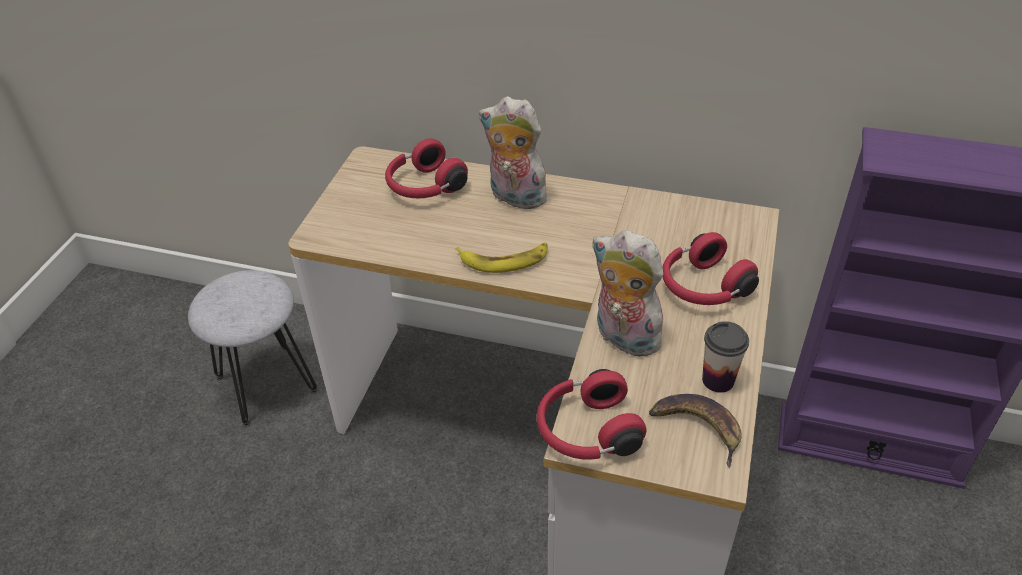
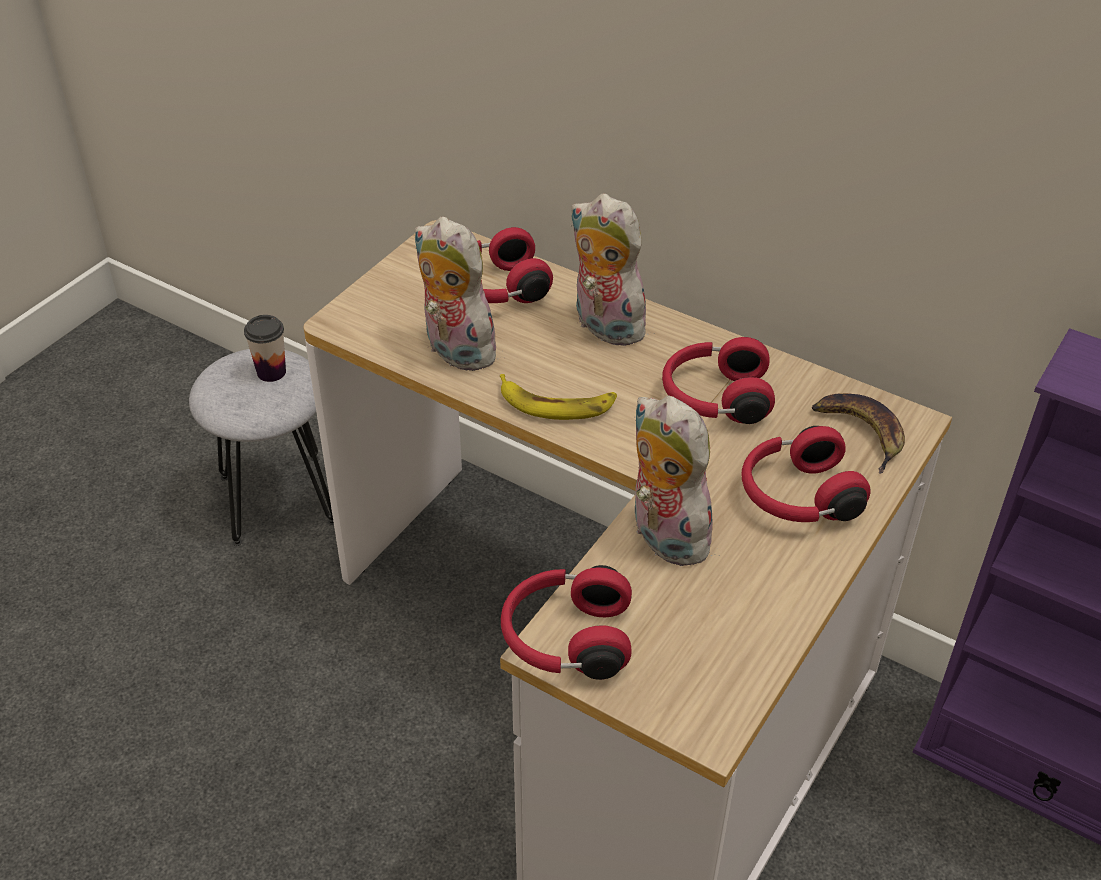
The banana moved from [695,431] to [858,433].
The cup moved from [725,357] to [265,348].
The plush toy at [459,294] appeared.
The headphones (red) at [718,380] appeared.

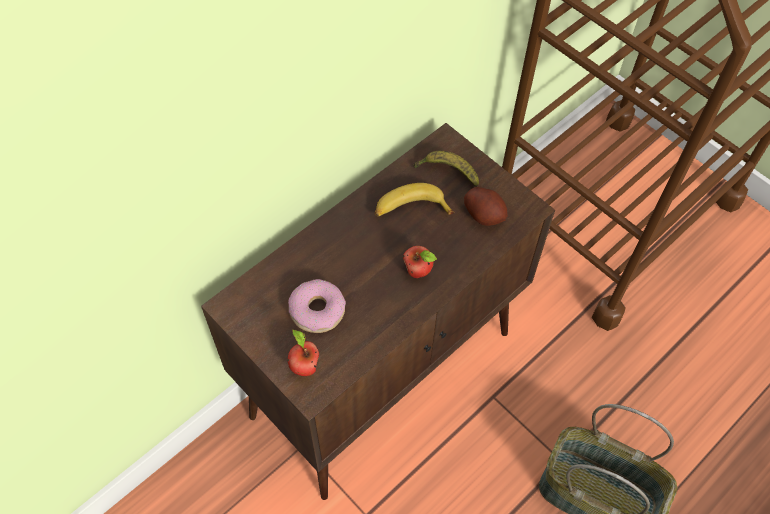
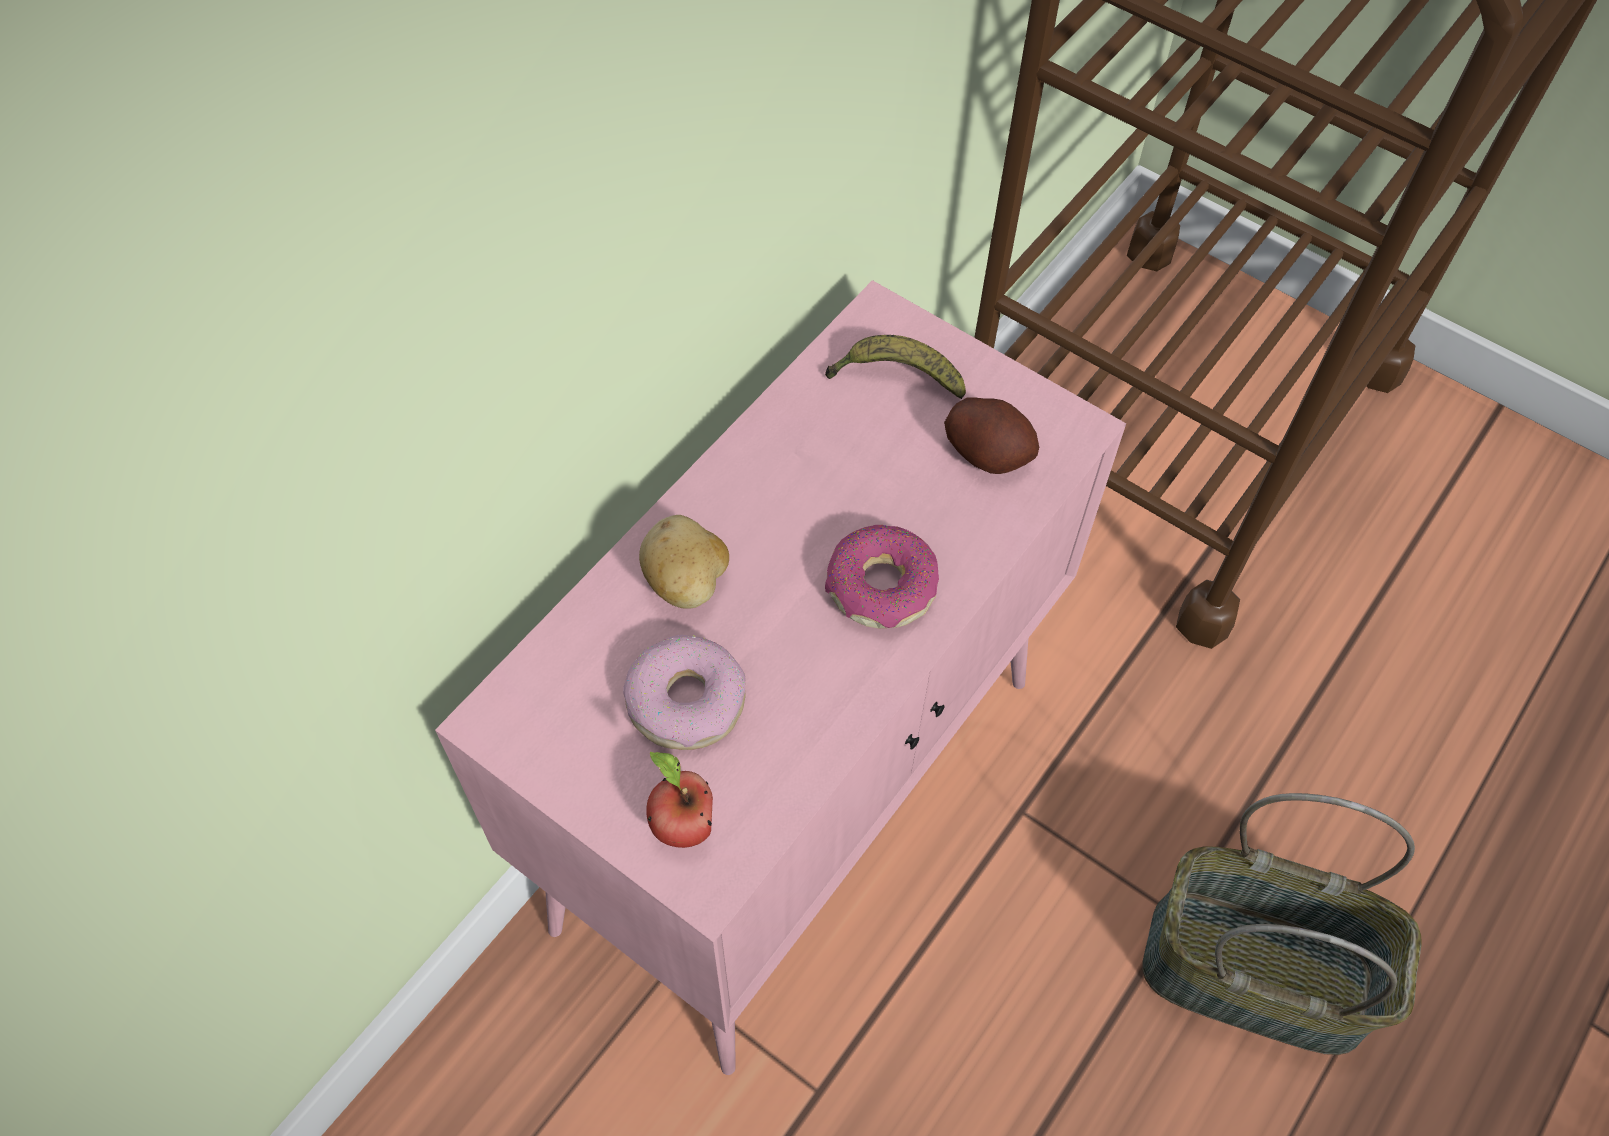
The cabinet (brown) at [378,311] became the cabinet (pink) at [780,677].
The banana at [415,200] disappeared.
The apple at [420,262] was replaced by the donut at [882,576].
The potato at [684,562] appeared.

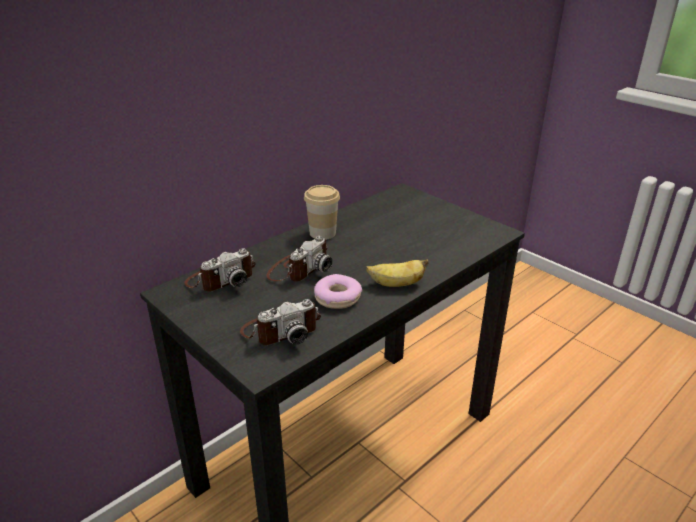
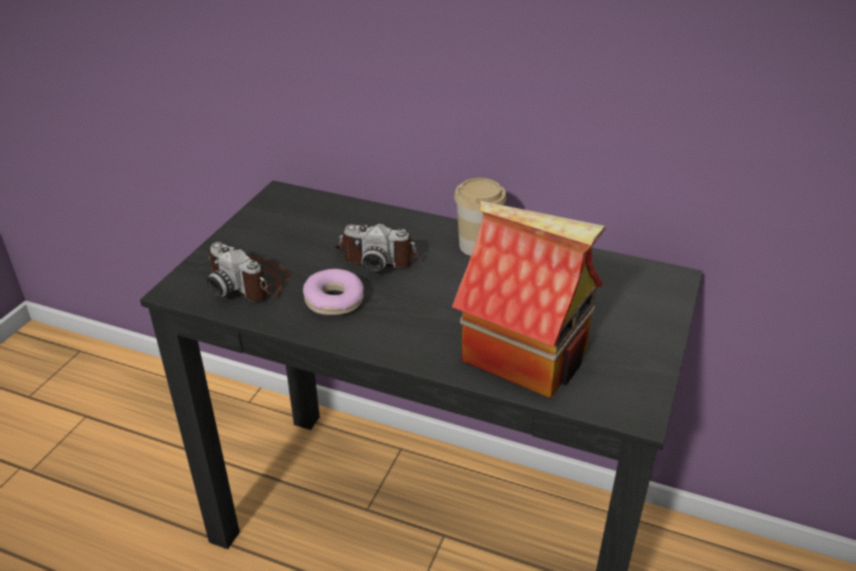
The photo camera at [220,270] disappeared.
The banana at [397,273] disappeared.
The toy house at [528,300] appeared.

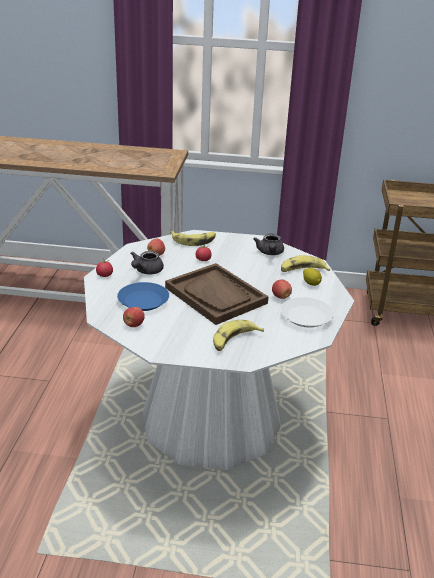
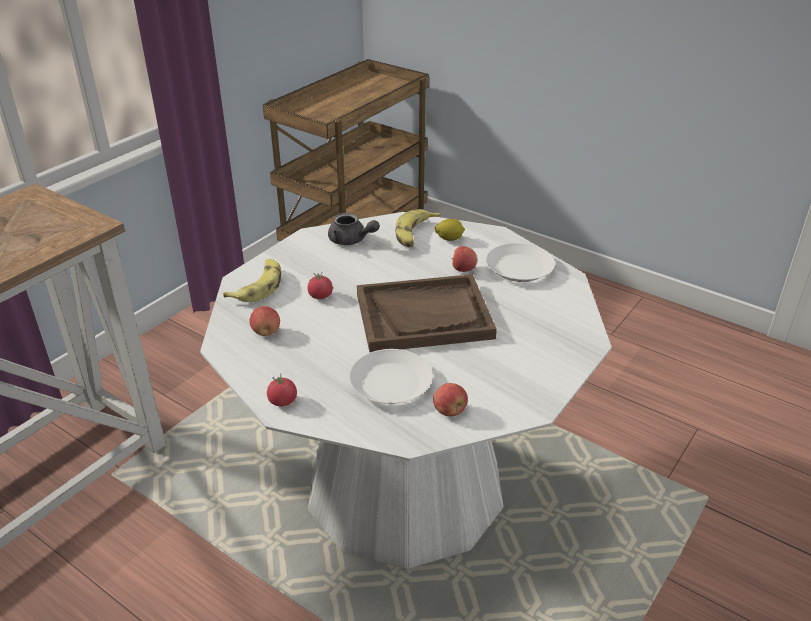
The plate (blue) at [143,296] became the plate (white) at [391,376].
The teapot (grey) at [147,262] disappeared.
The banana at [238,335] disappeared.

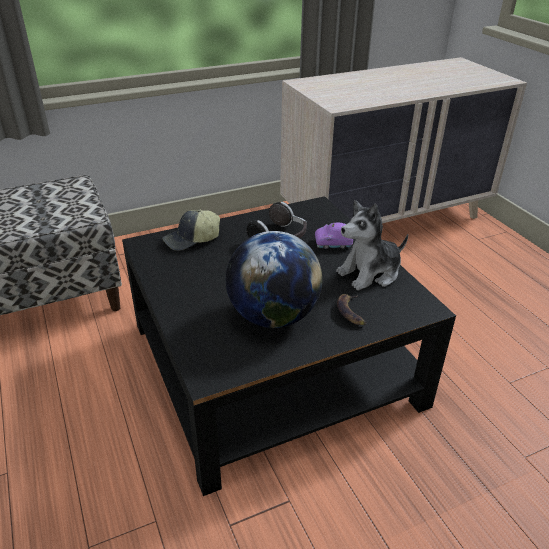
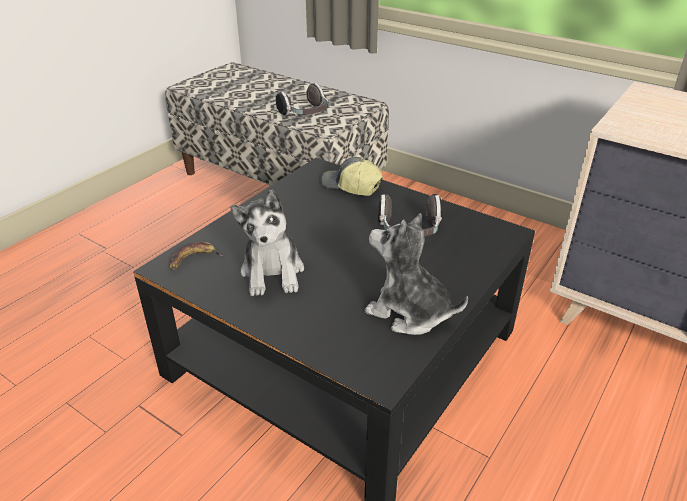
The globe at [274,279] was replaced by the plush toy at [267,243].
The toy car (purple) at [334,236] disappeared.
The banana moved from [351,309] to [196,256].
The headphones at [302,99] appeared.

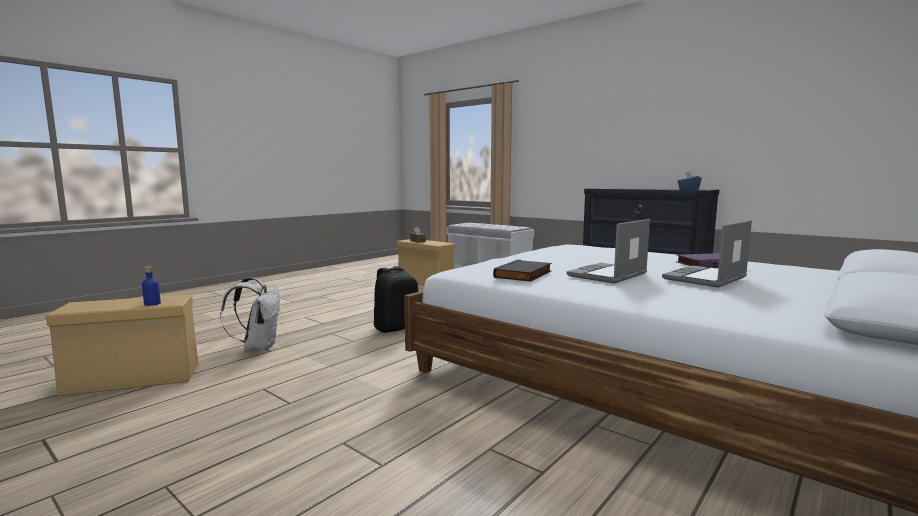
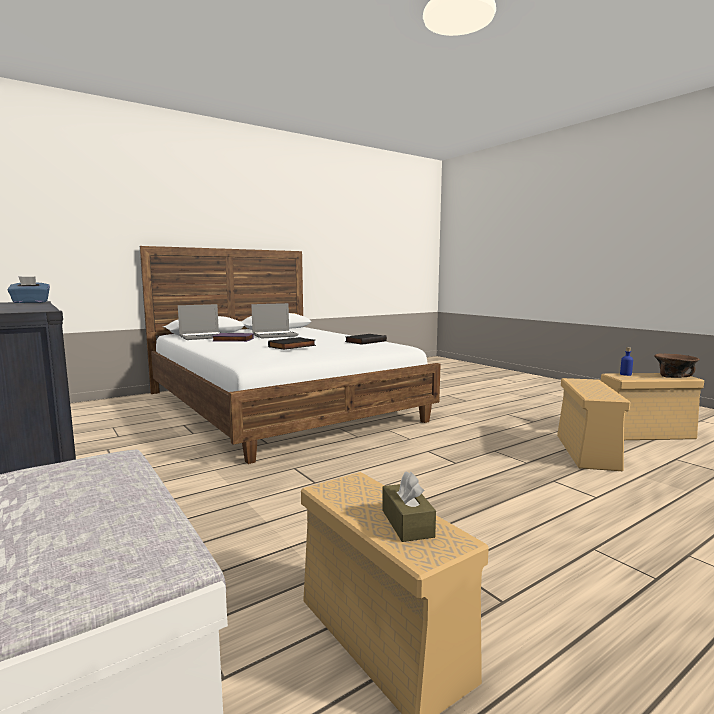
The backpack (white) at [250,314] was replaced by the storage box (beige) at [593,424].
The backpack (black) at [396,299] disappeared.
The laptop moved from [608,251] to [199,322].
The book (black) at [292,343] appeared.
The bowl (brown) at [677,366] appeared.

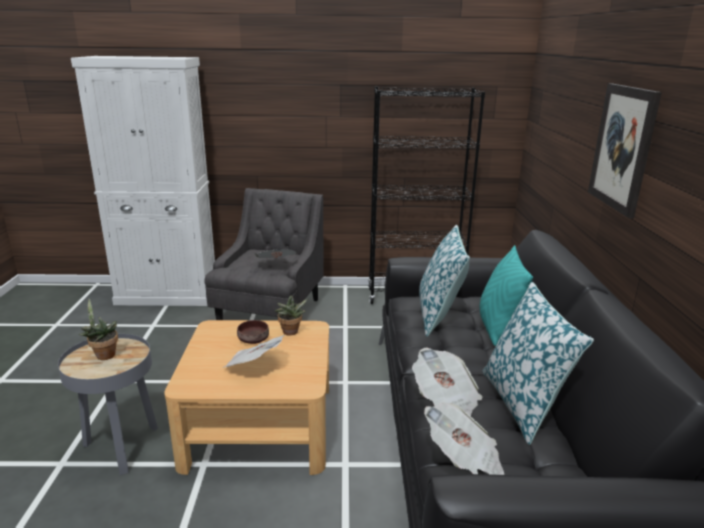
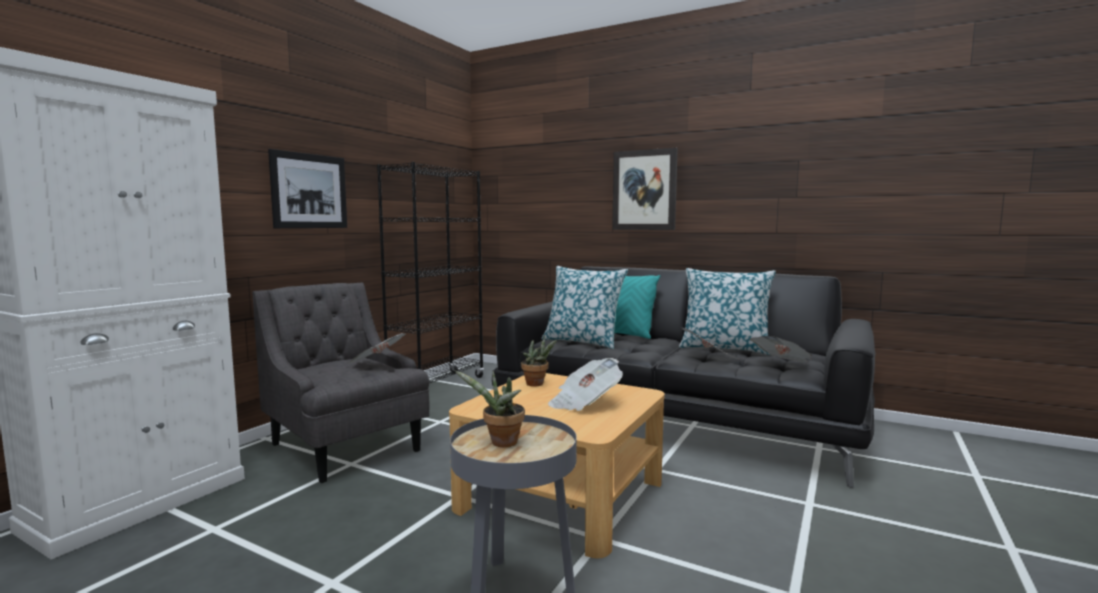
The bowl (brown) at [253,332] disappeared.
The picture at [307,188] appeared.

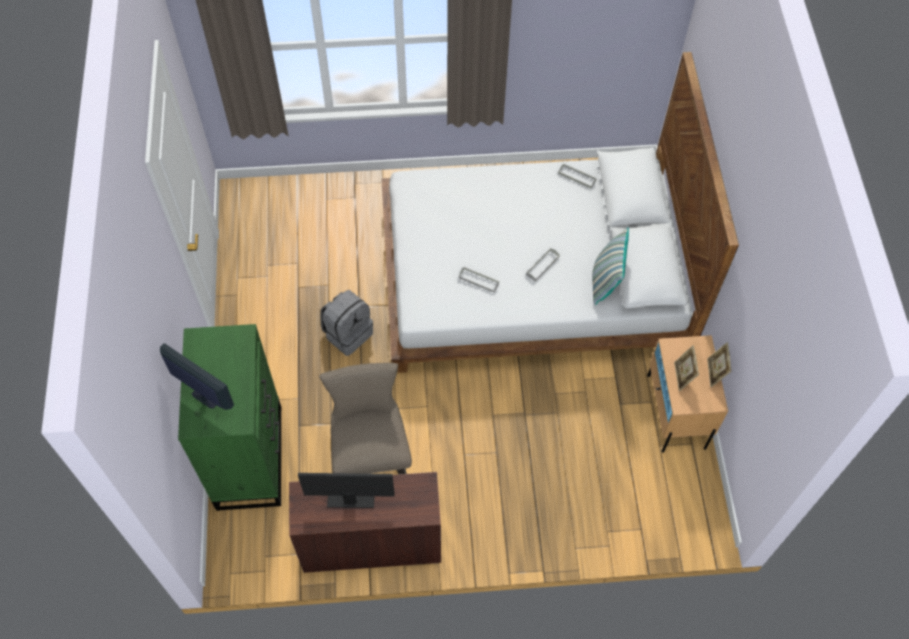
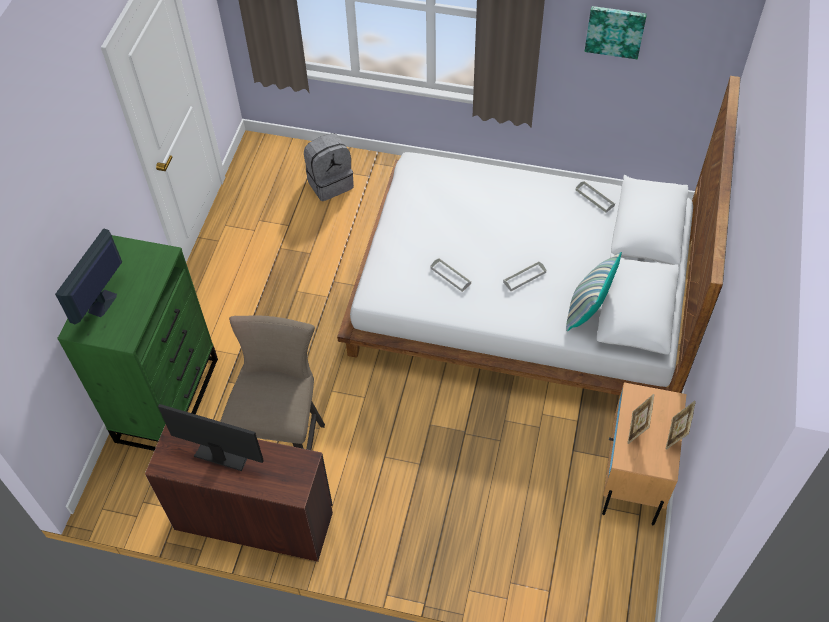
The monitor at [197,376] turned 120 degrees counterclockwise.
The backpack (grey) moved from [346,323] to [329,167].
The picture at [616,32] appeared.

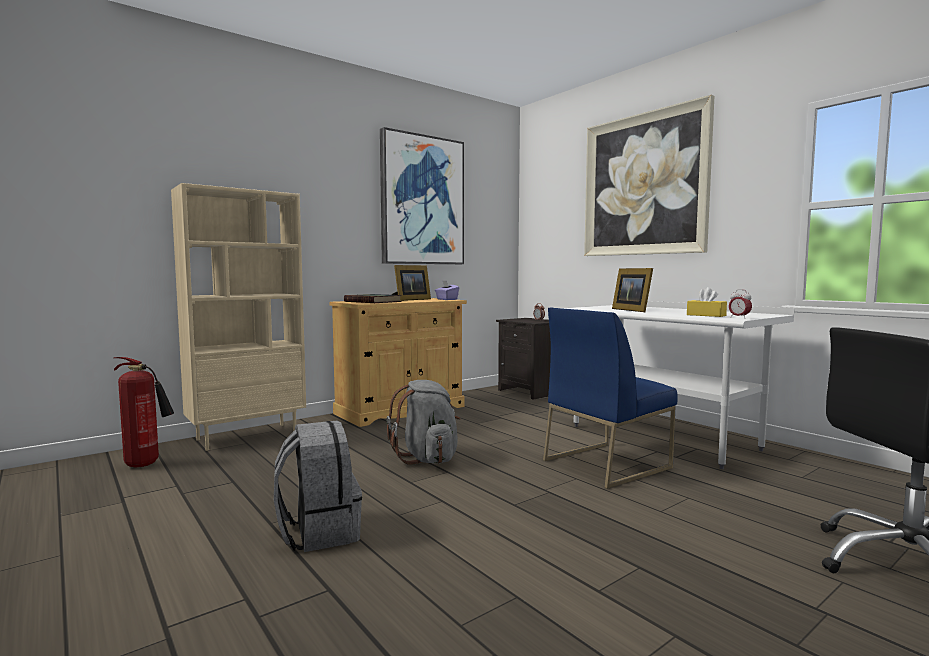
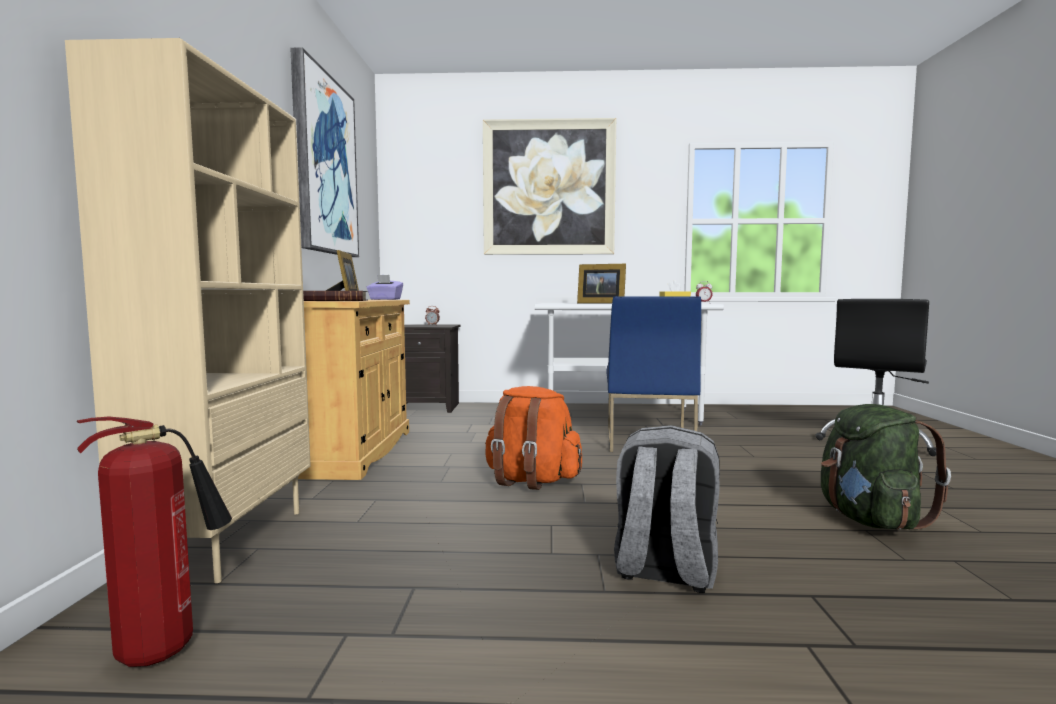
The backpack (grey) at [424,422] became the backpack (orange) at [533,438].
The backpack (green) at [886,467] appeared.

